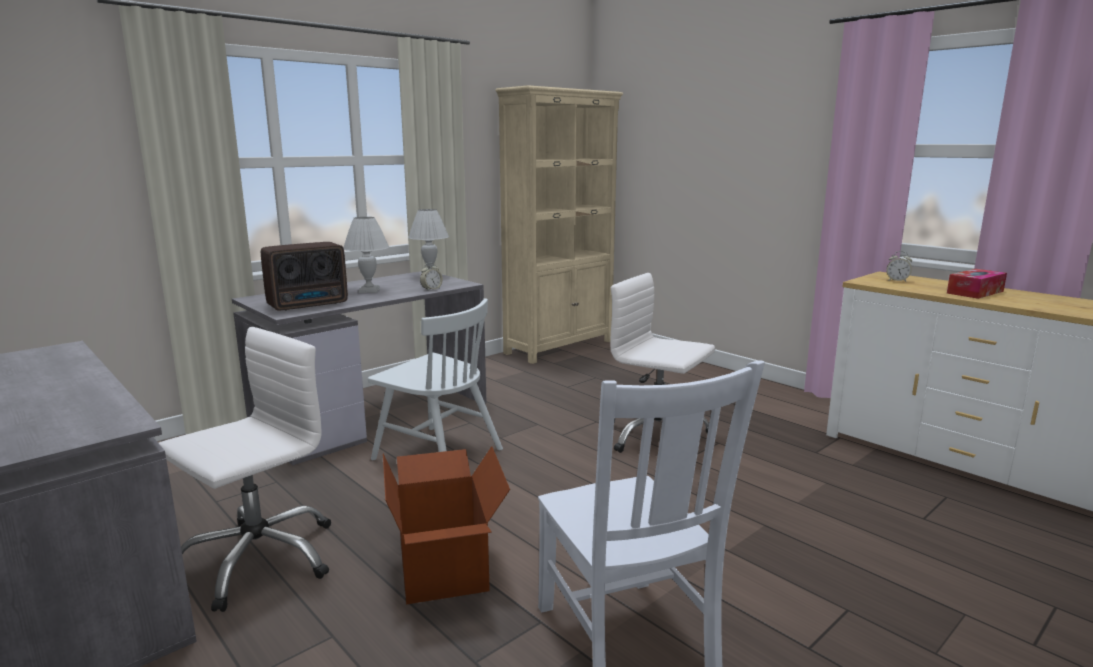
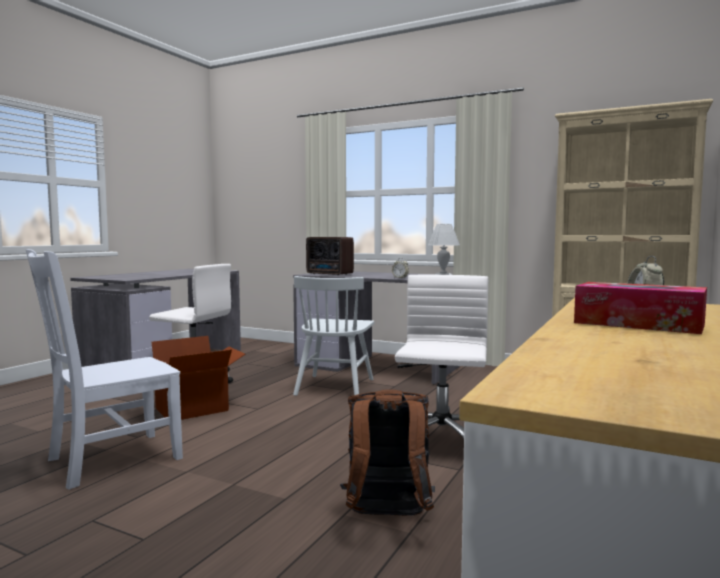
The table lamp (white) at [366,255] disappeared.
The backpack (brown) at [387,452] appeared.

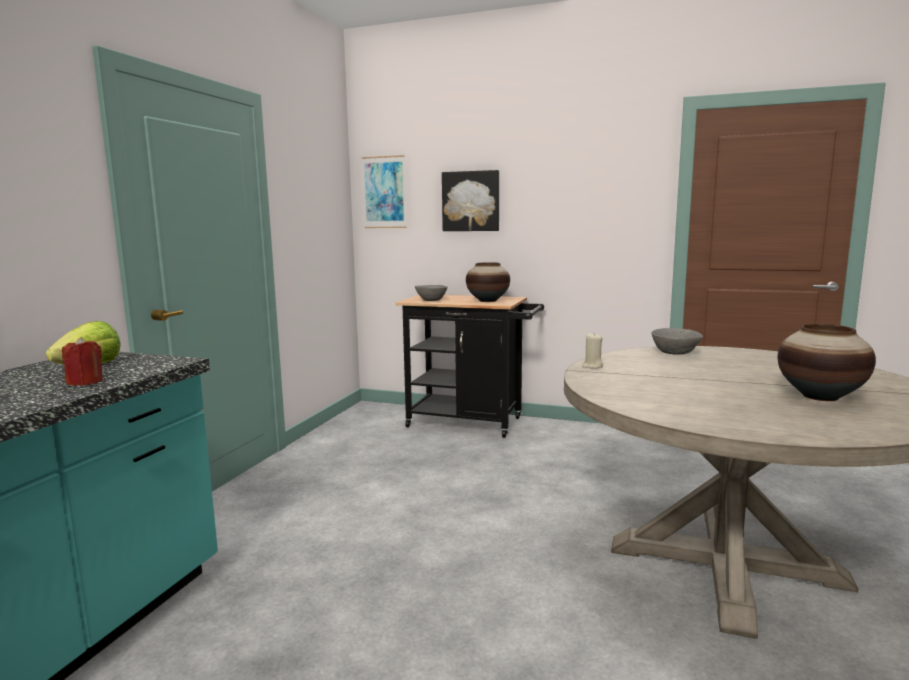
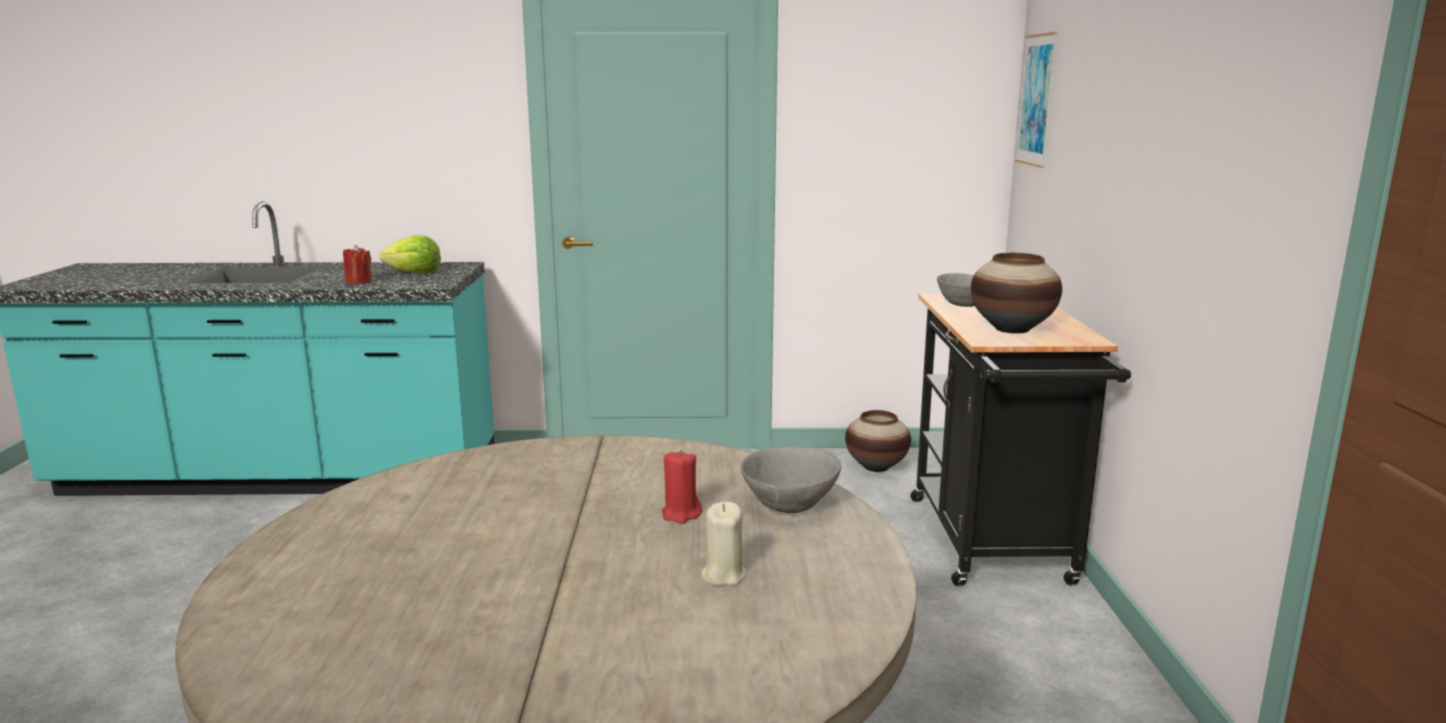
The picture at [470,200] disappeared.
The candle (beige) moved from [592,351] to [723,544].
The vase moved from [827,362] to [878,441].
The candle (red) at [682,487] appeared.

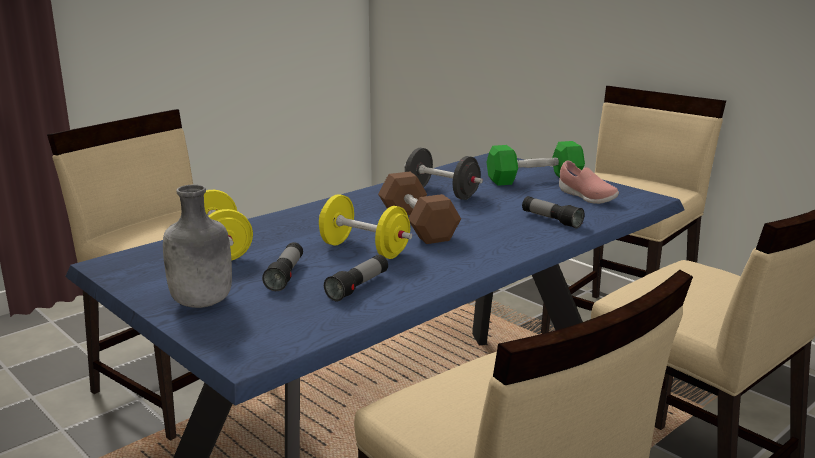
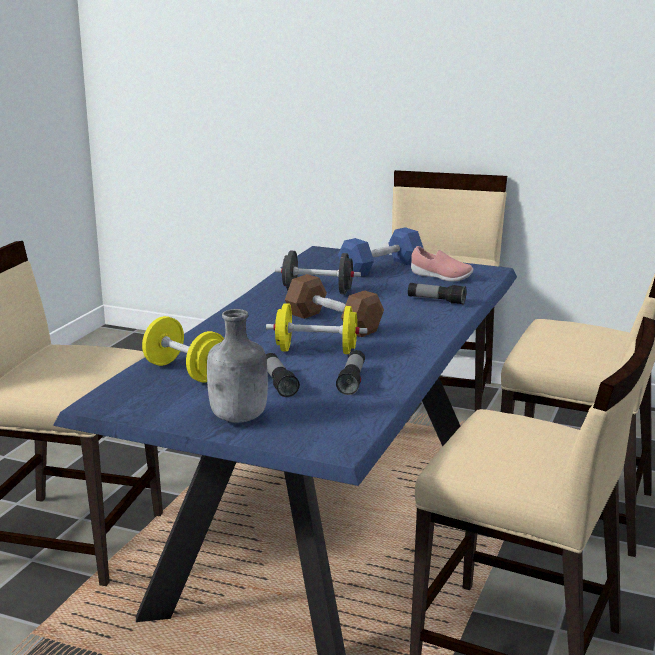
The dumbbell (green) at [536,163] became the dumbbell (blue) at [380,251].

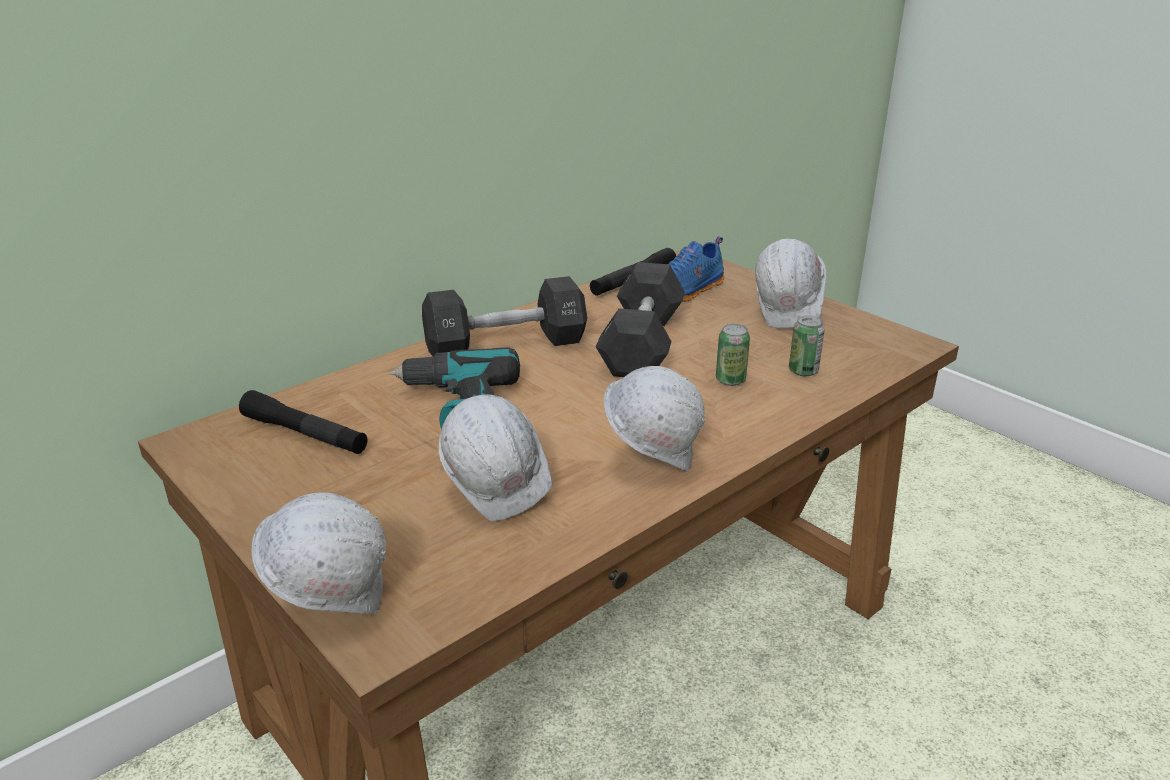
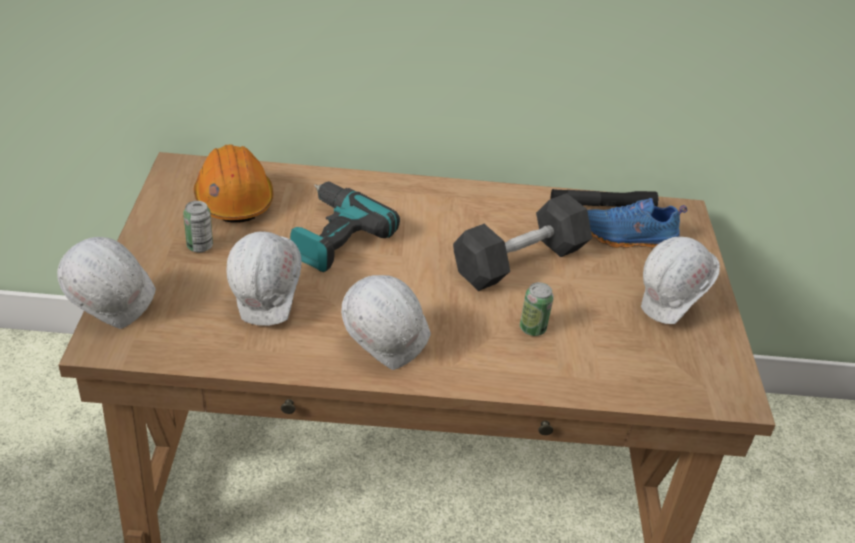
The flashlight (black) at [303,422] was replaced by the hard hat (orange) at [234,183].
The dumbbell (black) at [504,316] disappeared.
The can moved from [807,345] to [198,226].

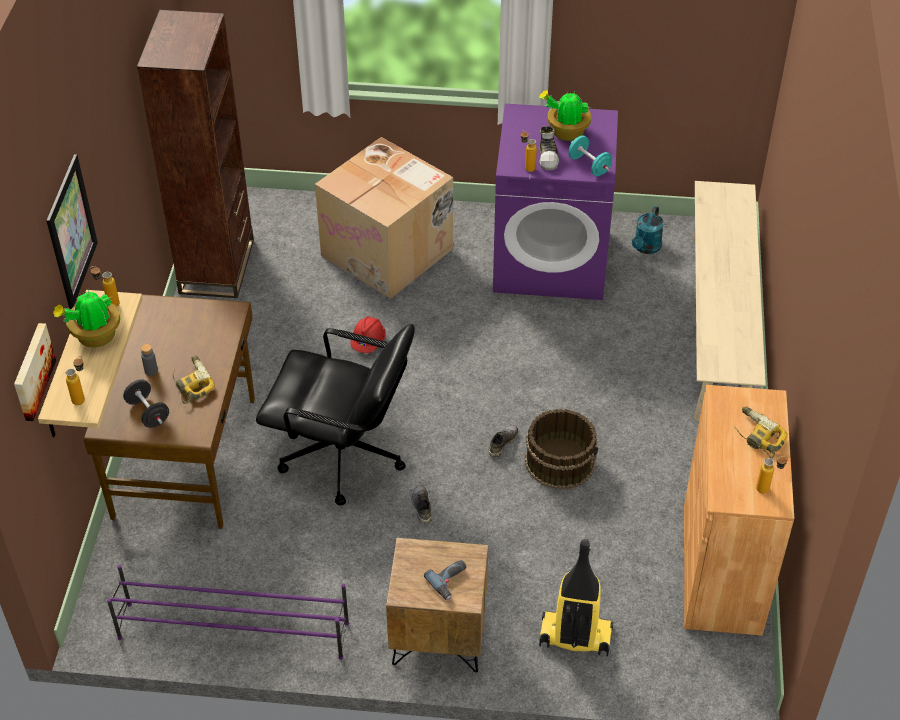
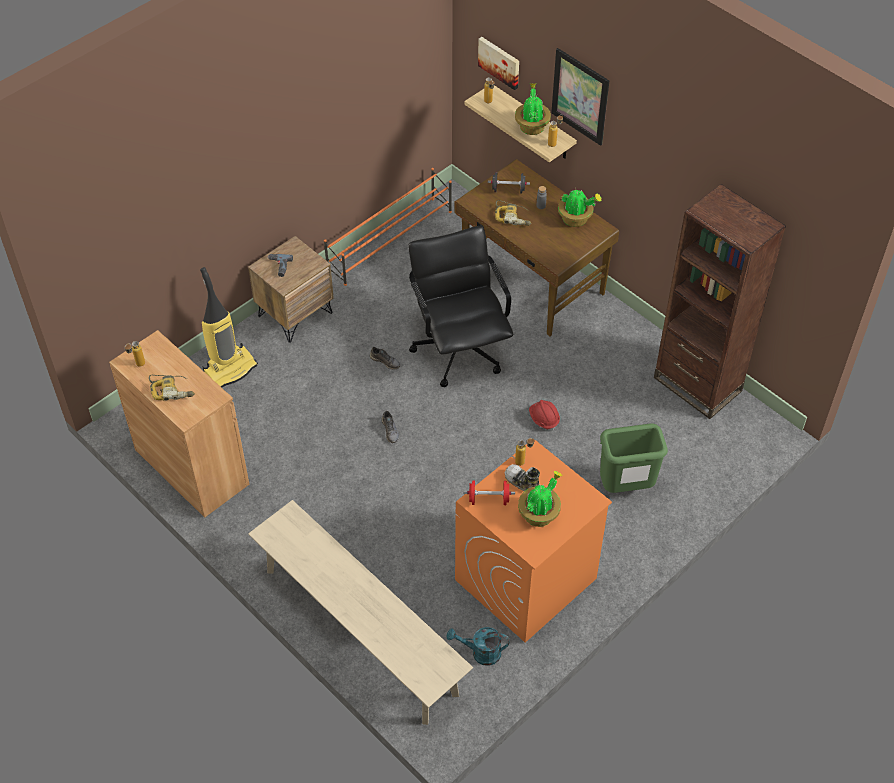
The shoe rack (purple) at [228,612] became the shoe rack (orange) at [388,227].
The office chair (black) at [335,414] turned 105 degrees clockwise.
The cardboard box at [384,218] was replaced by the trash can (green) at [634,458].
The washing machine (purple) at [555,202] became the washing machine (orange) at [533,541].
The bucket (brown) at [561,449] disappeared.
The dumbbell (turquoise) at [590,156] became the dumbbell (red) at [489,492].
The watering can (turquoise) at [648,230] turned 60 degrees counterclockwise.
The potted plant at [580,207] appeared.

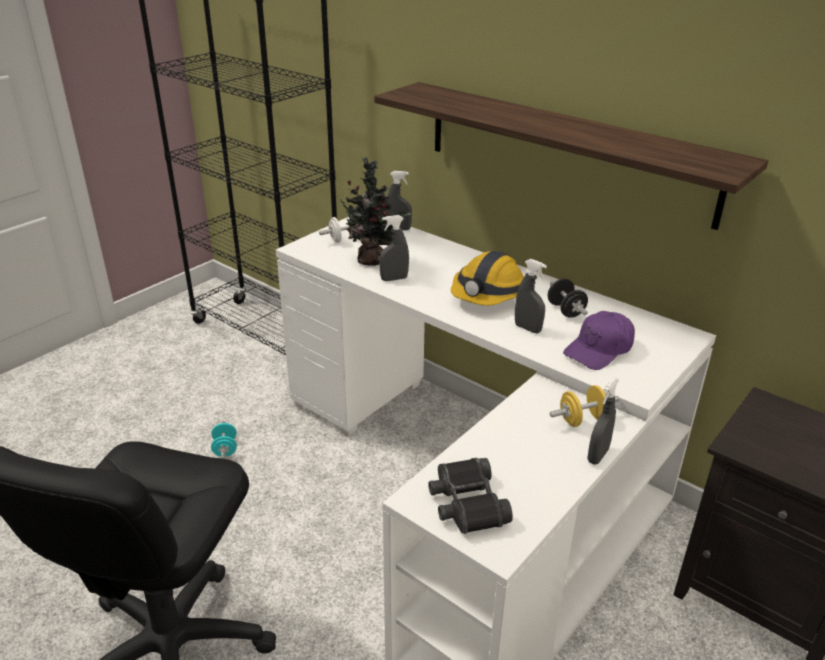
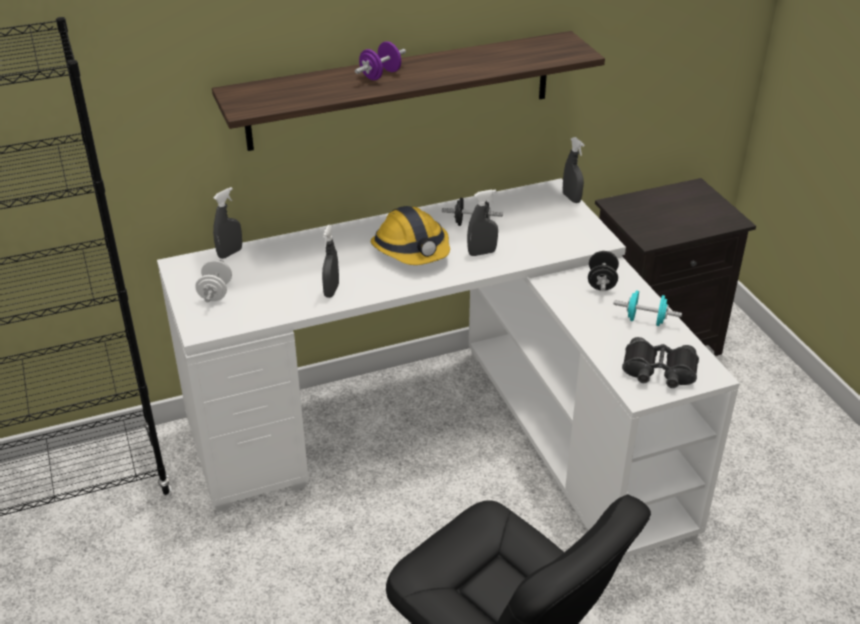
The dumbbell (turquoise) moved from [224,440] to [647,308].
The potted plant at [372,211] disappeared.
The dumbbell (yellow) at [585,406] became the dumbbell (black) at [603,271].
The cap (purple) at [599,340] disappeared.
The spray bottle (grey) moved from [603,421] to [573,170].
The dumbbell (purple) at [380,60] appeared.

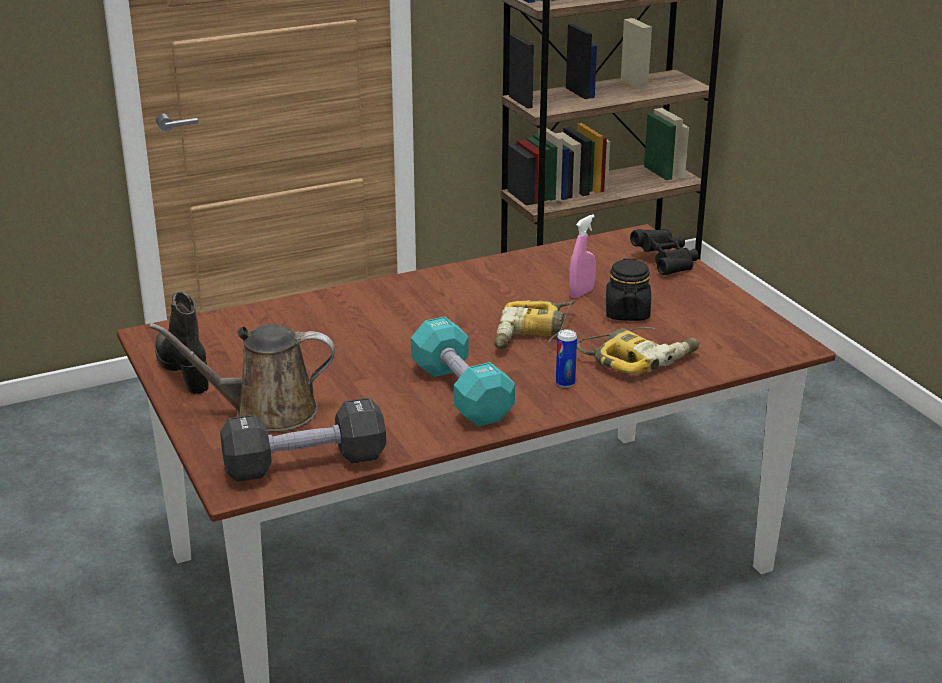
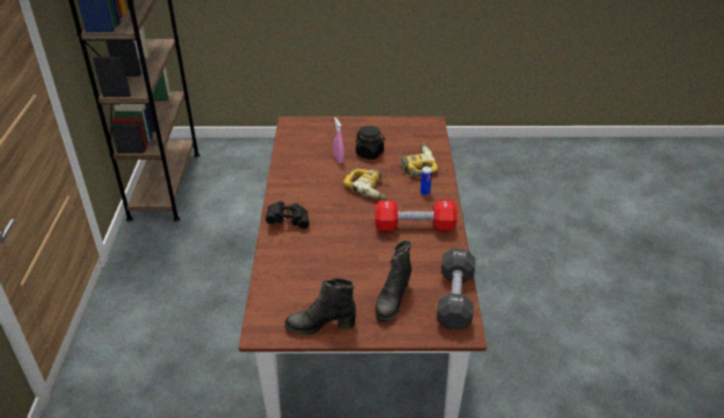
The watering can (brown) at [242,377] was replaced by the boot (black) at [393,281].
The dumbbell (turquoise) at [463,371] became the dumbbell (red) at [416,215].
The binoculars (black) moved from [664,252] to [287,215].

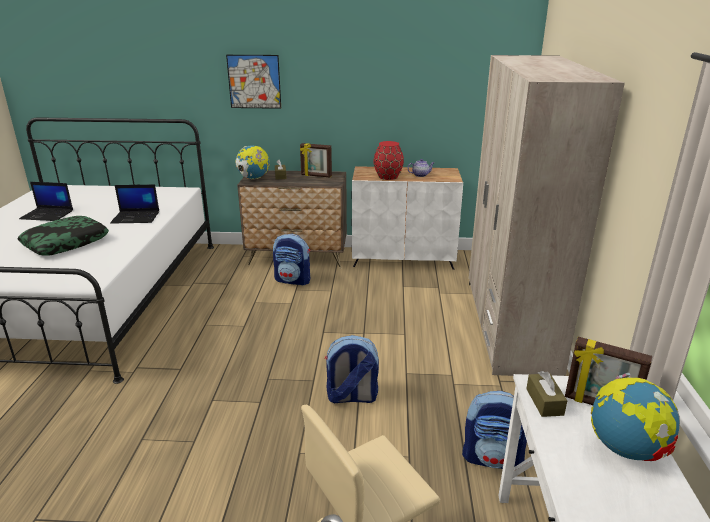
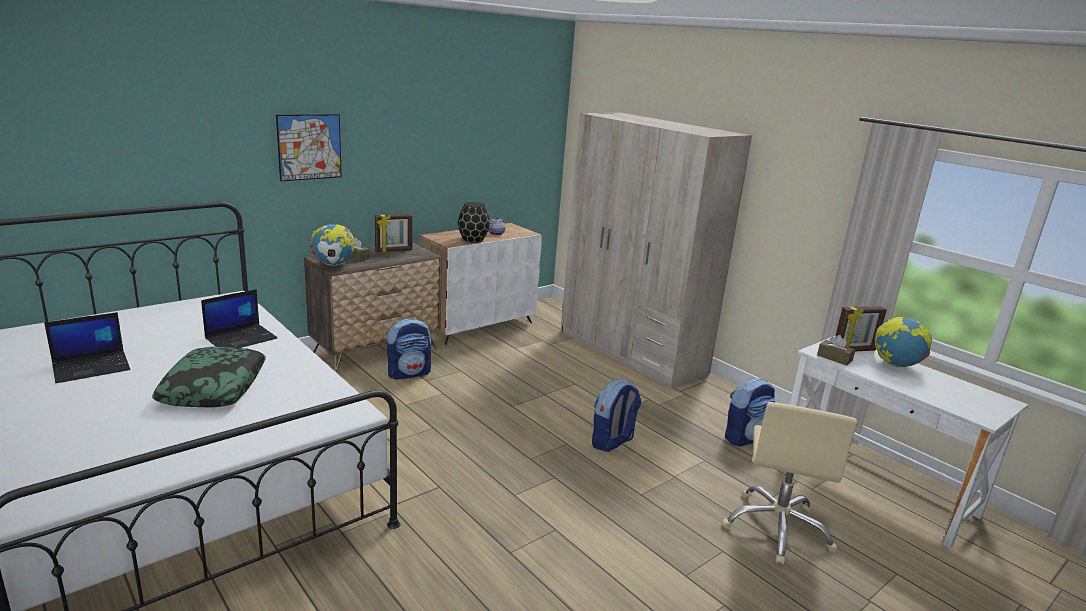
The vase (red) at [389,160] became the vase (black) at [474,222].

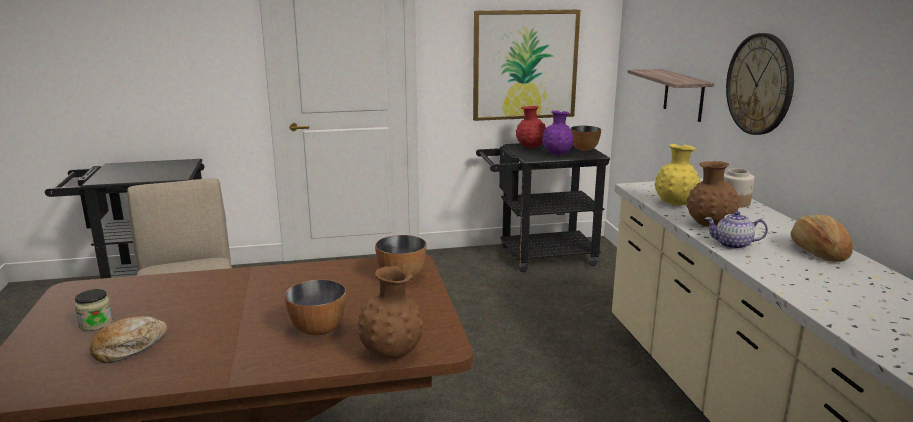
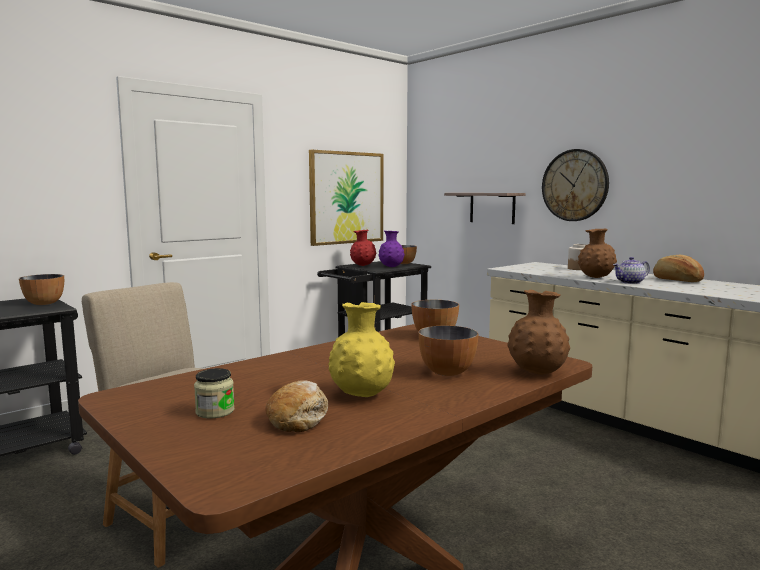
The vase (yellow) moved from [677,175] to [361,349].
The bowl at [41,289] appeared.

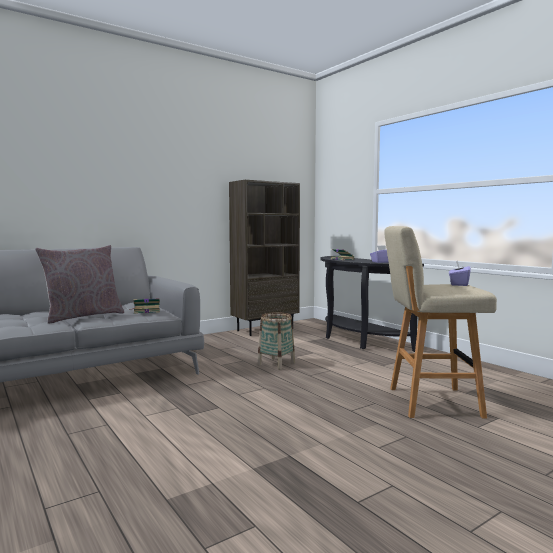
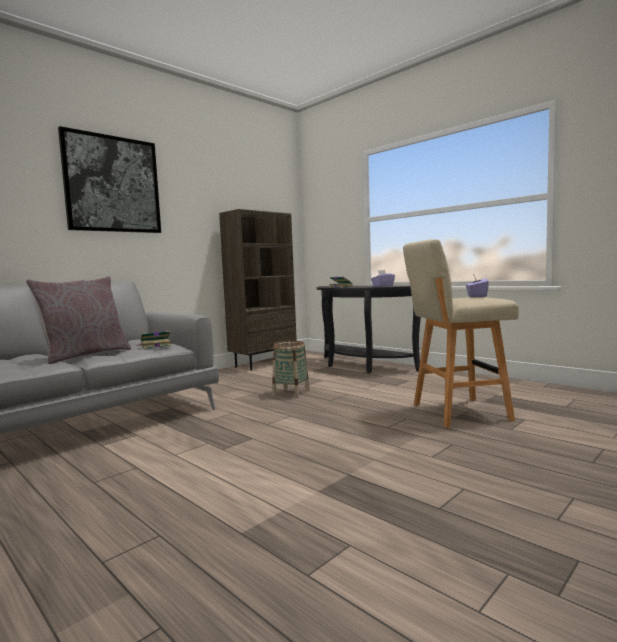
The picture at [109,179] appeared.

